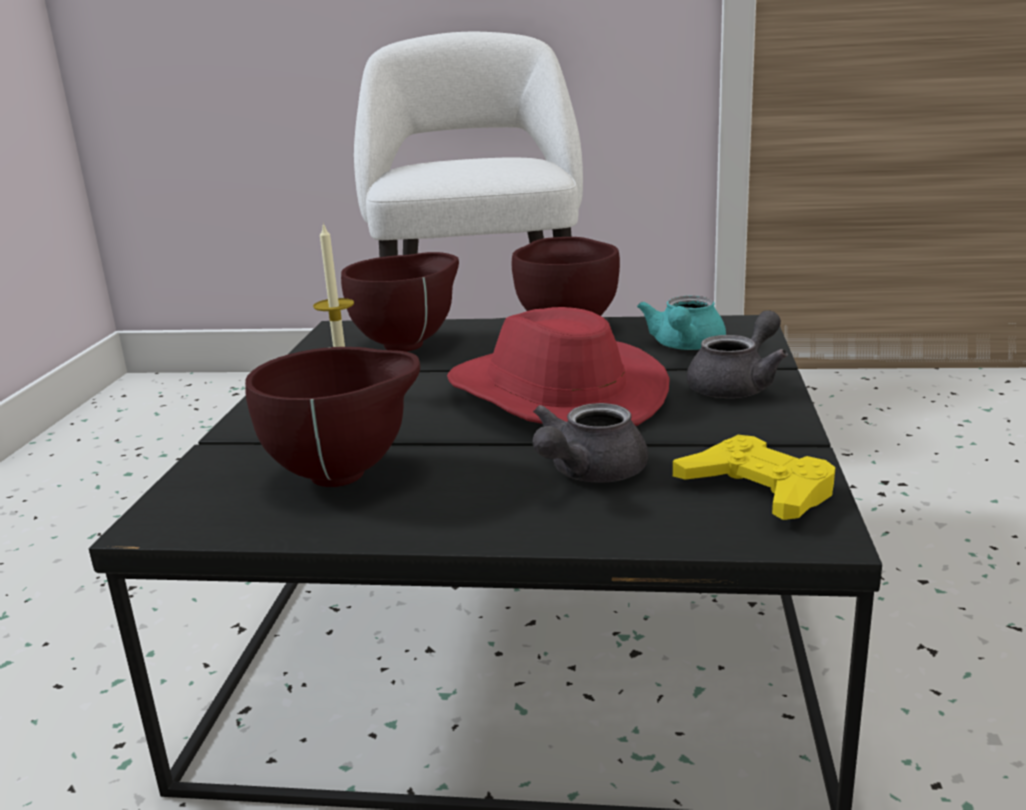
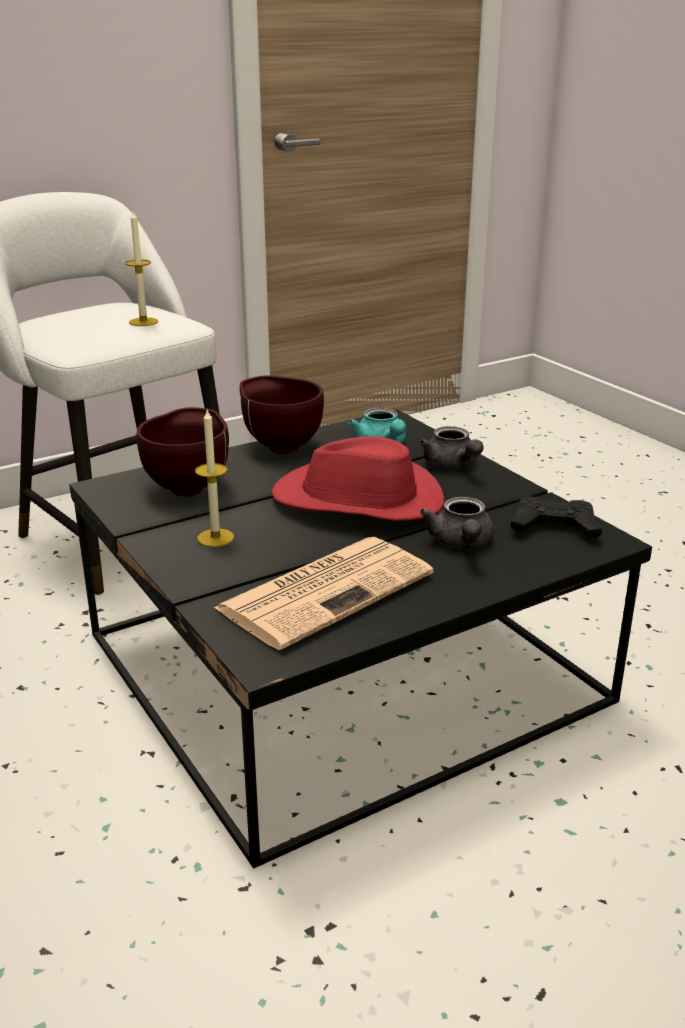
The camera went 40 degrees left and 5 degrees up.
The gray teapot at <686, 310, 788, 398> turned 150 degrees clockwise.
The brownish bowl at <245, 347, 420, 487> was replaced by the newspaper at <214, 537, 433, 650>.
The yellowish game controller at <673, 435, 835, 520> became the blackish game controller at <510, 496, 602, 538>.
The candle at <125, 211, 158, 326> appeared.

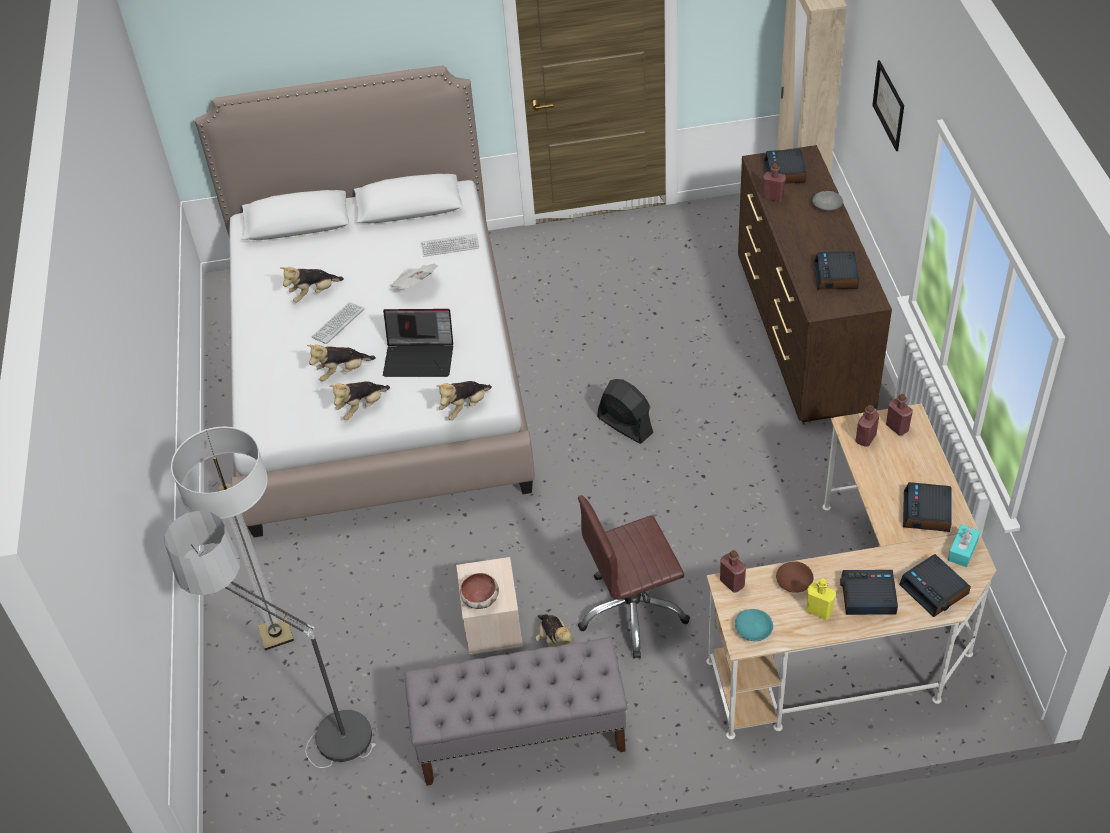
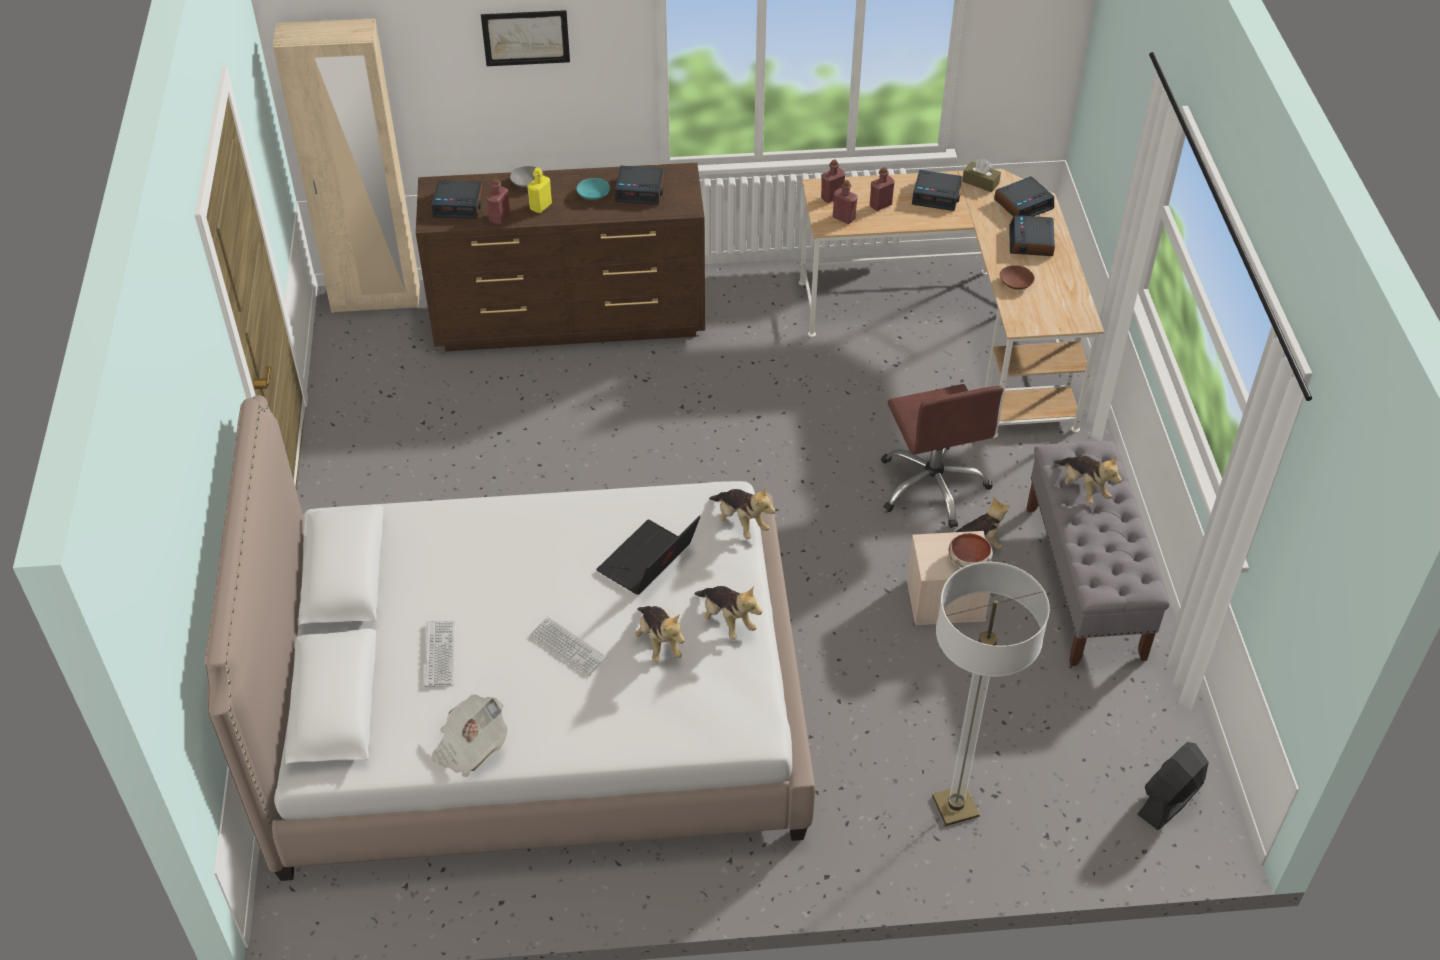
The camera went 90 degrees left and 0 degrees up.
The computer keyboard moved from <421, 233, 479, 257> to <424, 621, 455, 687>.
The newspaper moved from <389, 264, 438, 289> to <432, 694, 507, 777>.
The cuddly toy moved from <281, 267, 344, 303> to <1055, 455, 1122, 504>.
The laptop at <383, 309, 453, 377> turned 150 degrees counterclockwise.
The blackish fan moved from <597, 379, 653, 444> to <1137, 742, 1209, 830>.
The floor lamp at <165, 511, 376, 768> disappeared.
The blue-green tissue holder at <948, 524, 980, 567> became the brownish tissue holder at <962, 159, 1001, 192>.
The red-coloured drink bottle moved from <720, 550, 746, 593> to <870, 167, 895, 211>.
The yellowish drink bottle moved from <806, 578, 836, 620> to <527, 167, 552, 213>.
The blue-green bowl moved from <735, 609, 773, 641> to <576, 178, 610, 200>.

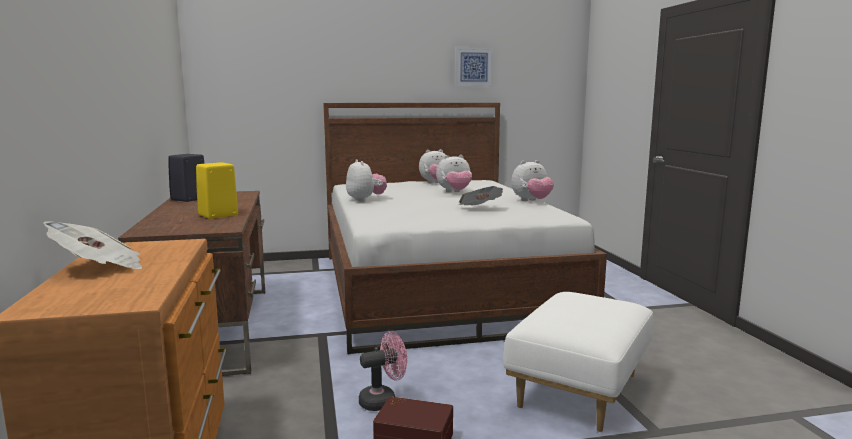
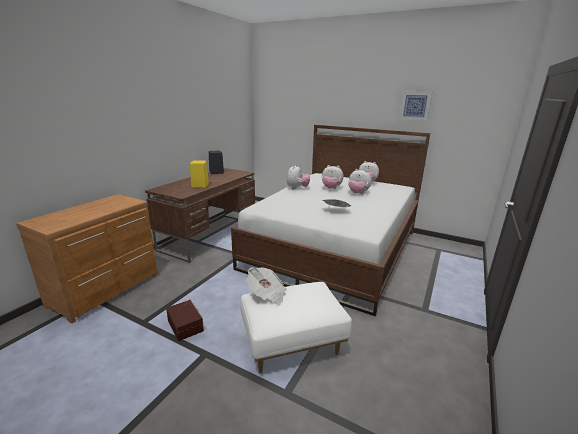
The camera went 40 degrees right and 10 degrees up.
The cuddly toy moved from <511, 160, 554, 201> to <322, 165, 344, 189>.
The newspaper moved from <43, 221, 142, 269> to <246, 267, 287, 305>.
The pink-coloured fan at <359, 331, 407, 411> disappeared.

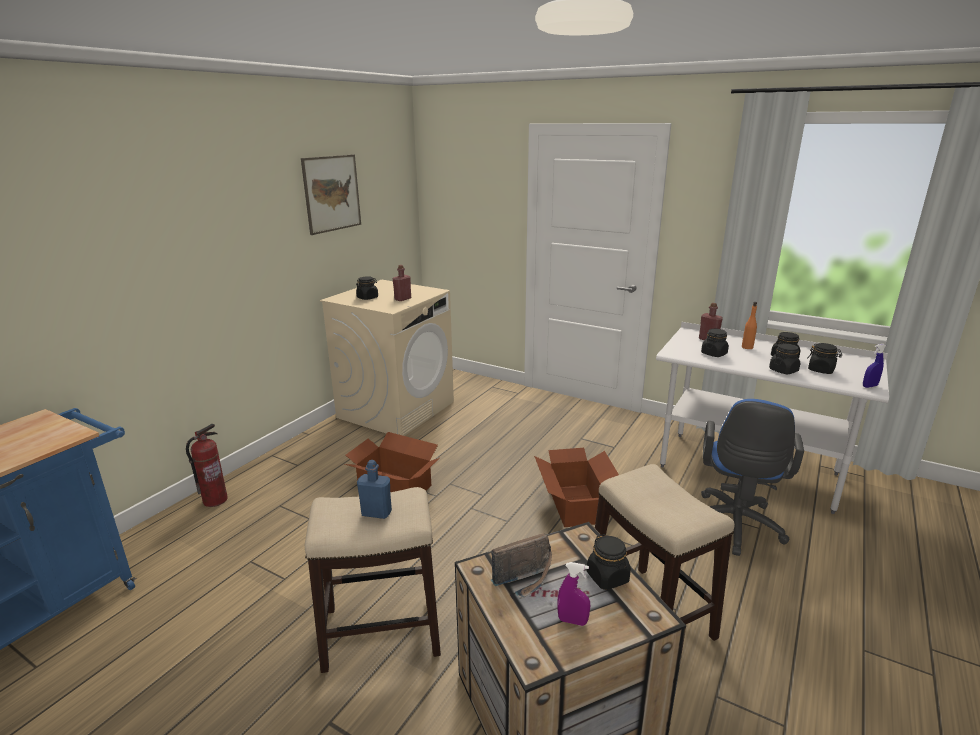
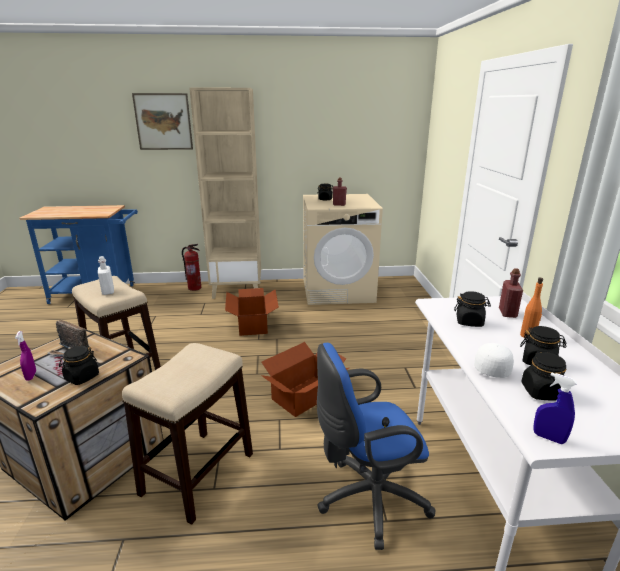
The camera went 55 degrees right and 0 degrees up.
The wall art moved from <301, 154, 361, 235> to <132, 93, 193, 150>.
The blackish jar at <769, 344, 800, 374> was replaced by the white peaked cap at <474, 343, 514, 378>.
The blue-coloured drink bottle at <357, 460, 392, 519> became the white drink bottle at <98, 256, 114, 295>.
The beige-coloured shelving unit at <189, 88, 261, 299> appeared.

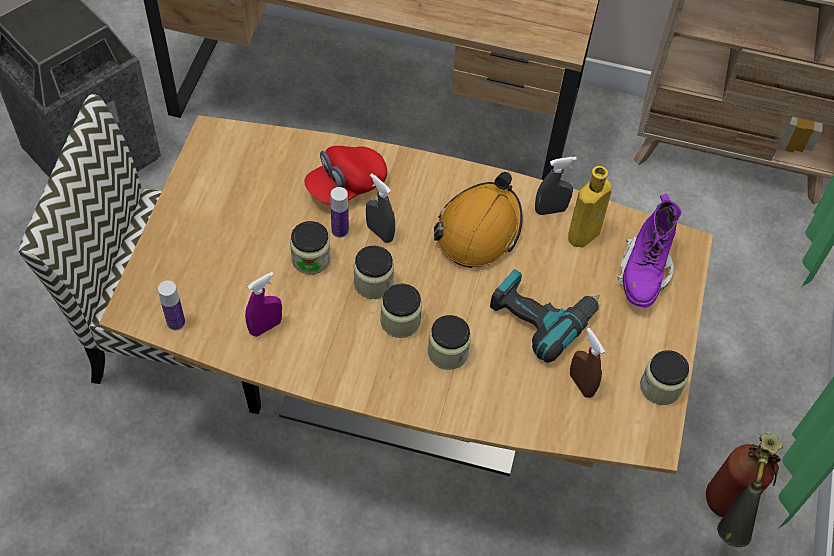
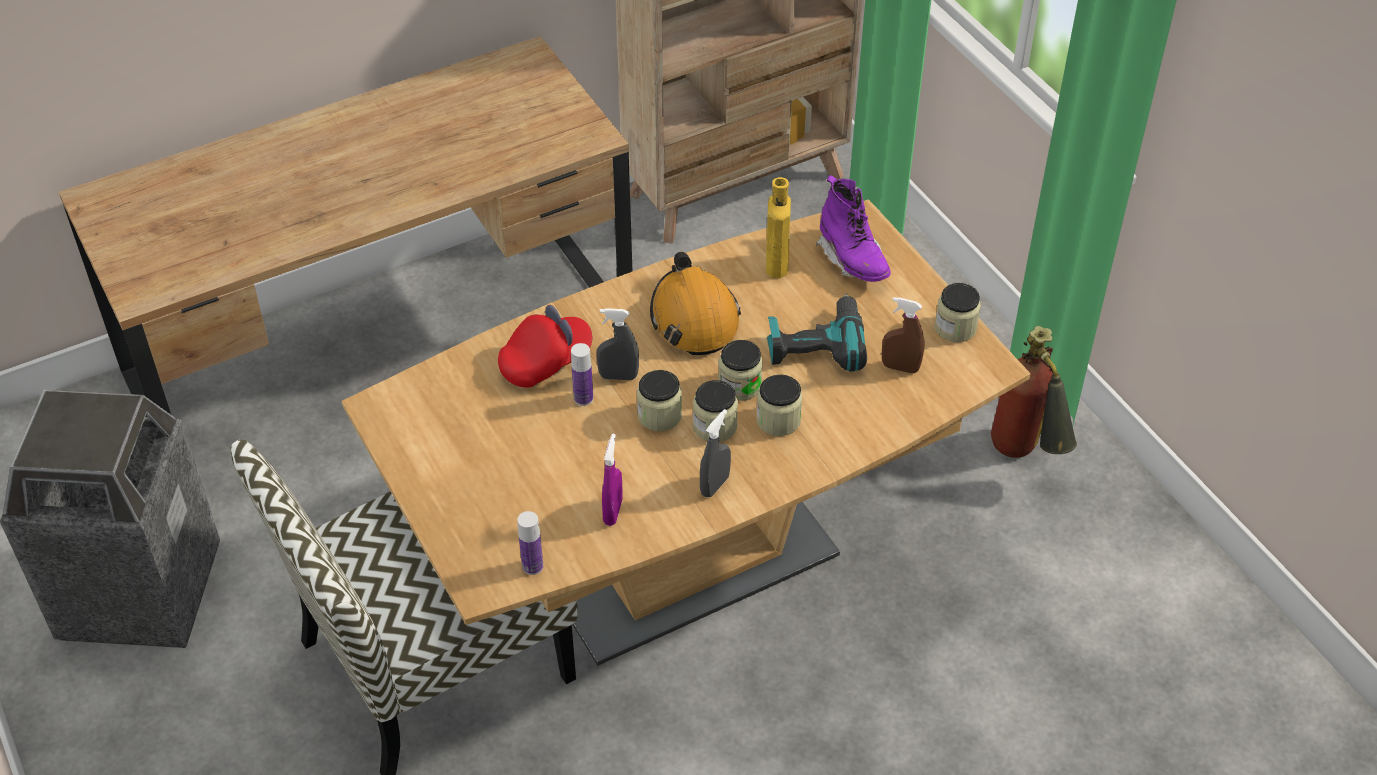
The camera went 40 degrees left and 10 degrees down.
The red-coloured peaked cap at <304, 146, 387, 205> turned 135 degrees counterclockwise.
The gray spray bottle moved from <535, 157, 577, 215> to <700, 409, 731, 497>.
The jar moved from <290, 221, 331, 275> to <719, 340, 763, 401>.

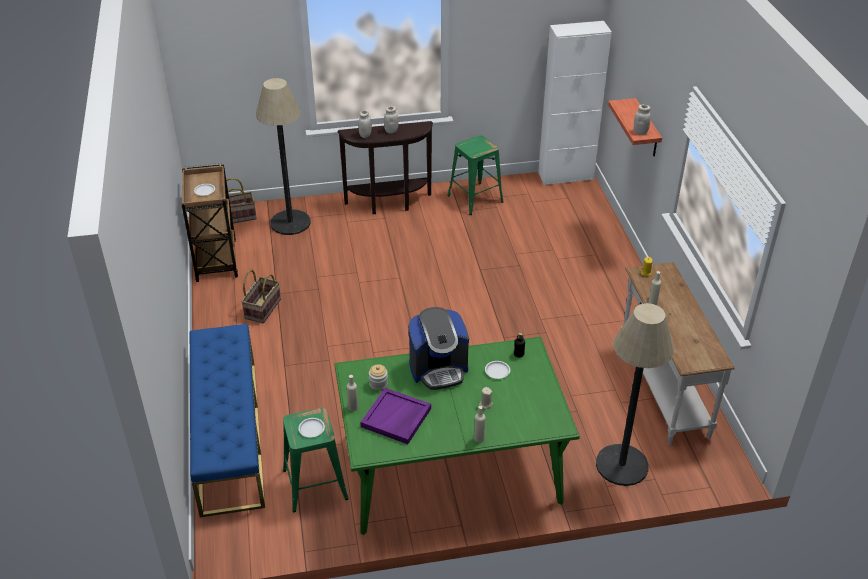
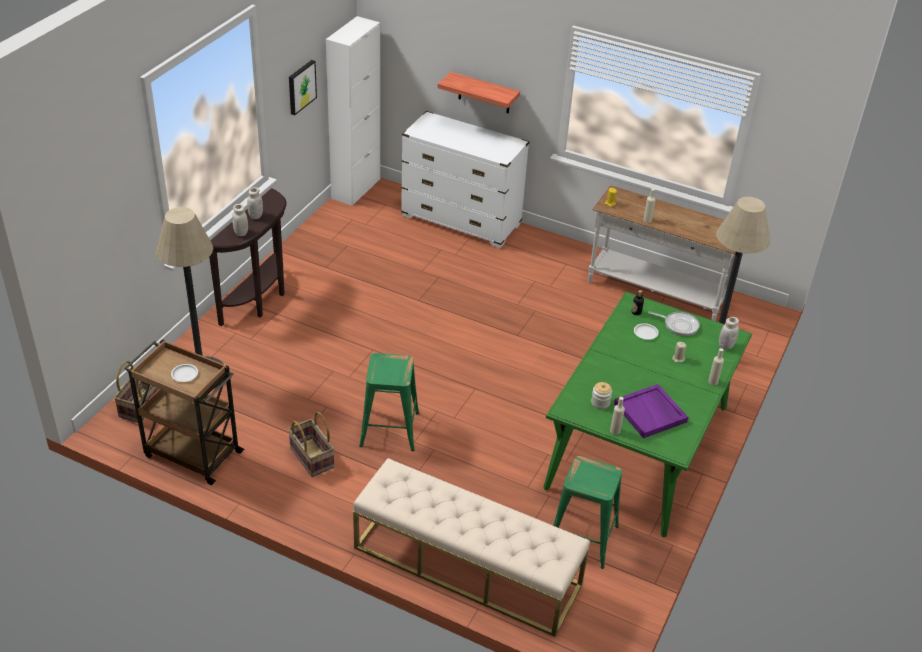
The camera went 55 degrees left and 0 degrees up.
The white jar moved from <634, 105, 650, 135> to <719, 317, 739, 350>.
The greenish stool seat moved from <447, 135, 503, 215> to <359, 353, 419, 451>.
The coffee brewer at <408, 307, 469, 390> disappeared.
The blue-coloured long seat at <190, 324, 265, 517> became the beige-coloured long seat at <353, 458, 590, 637>.
The white flat dish at <298, 418, 325, 437> disappeared.
The wall art at <289, 60, 317, 115> appeared.
The white chest of drawers at <401, 111, 530, 248> appeared.
The skillet at <648, 311, 700, 336> appeared.

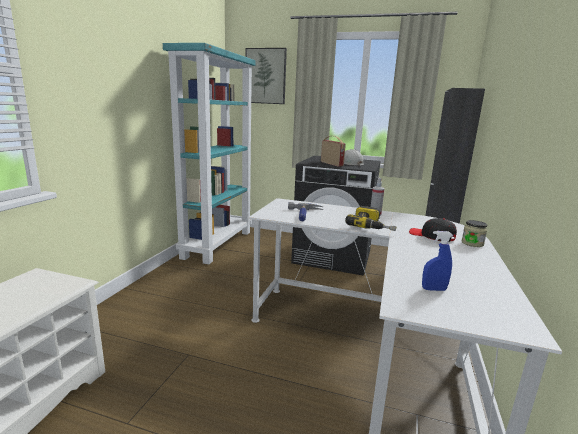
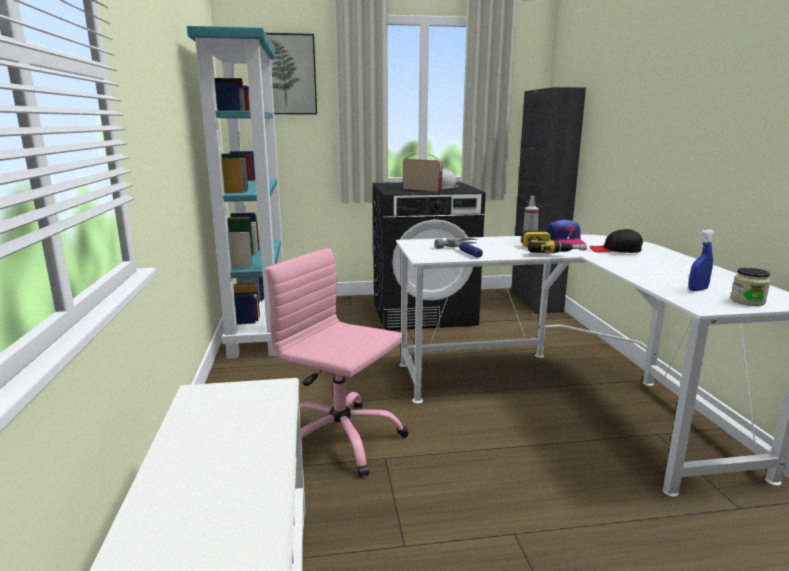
The camera went 25 degrees left and 0 degrees up.
The jar moved from <461, 220, 487, 247> to <731, 268, 771, 306>.
The peaked cap at <547, 219, 586, 245> appeared.
The pink-coloured computer chair at <265, 248, 409, 477> appeared.

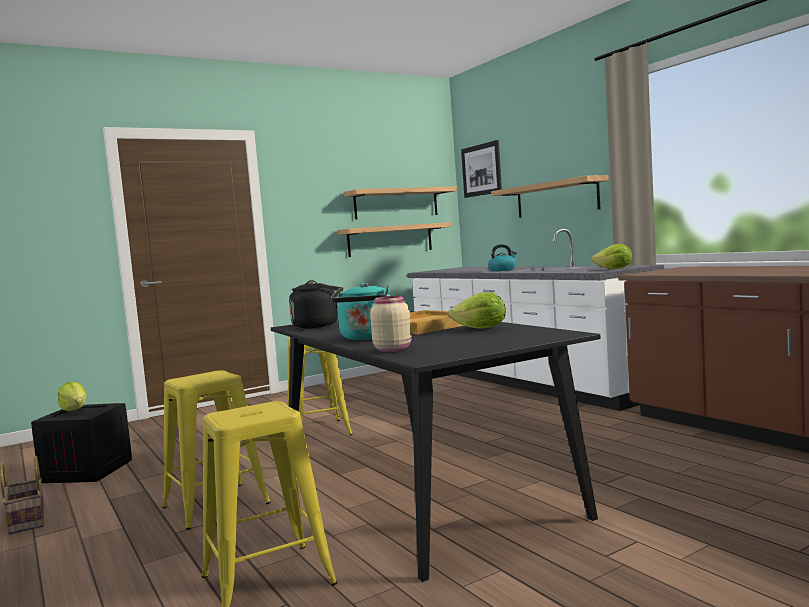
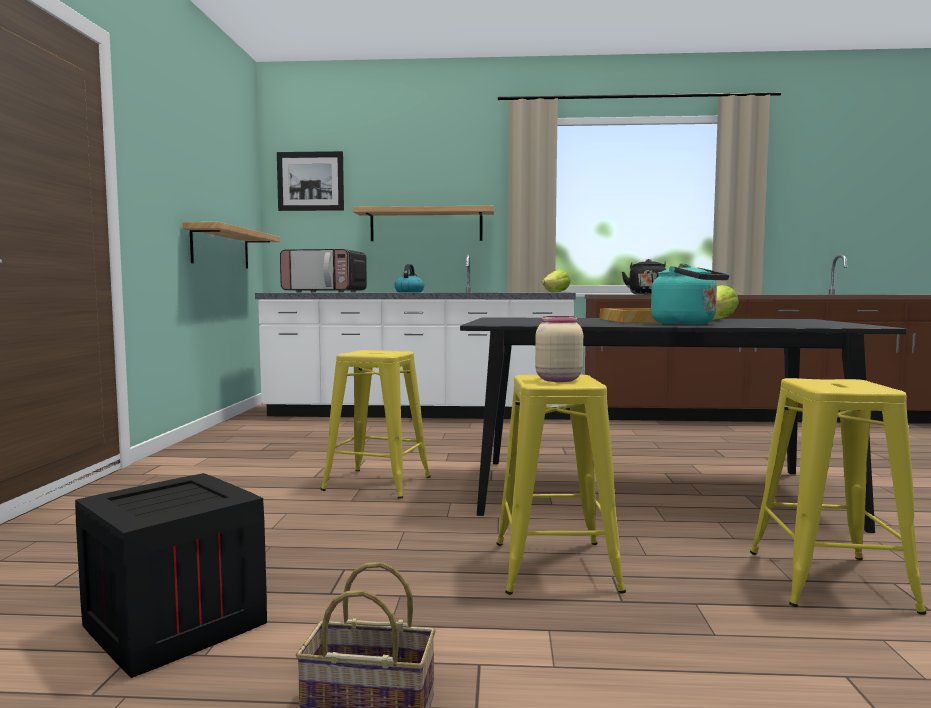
The camera went 55 degrees left and 0 degrees up.
The shelf at <344, 186, 457, 219> disappeared.
The blackish tea kettle moved from <289, 280, 343, 329> to <622, 259, 666, 295>.
The beige-coloured jar moved from <370, 296, 411, 352> to <535, 316, 583, 382>.
The head of lettuce at <58, 382, 87, 411> disappeared.
The microwave at <280, 249, 367, 293> appeared.

